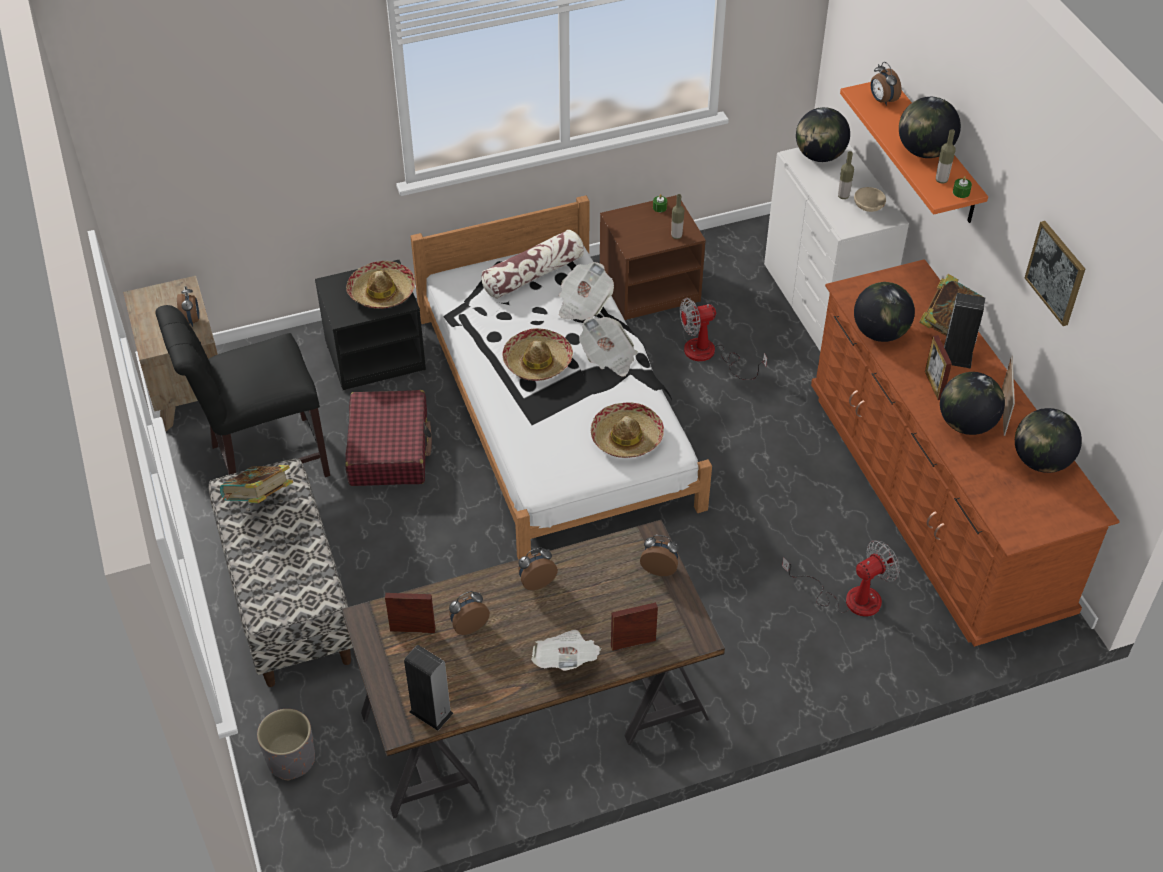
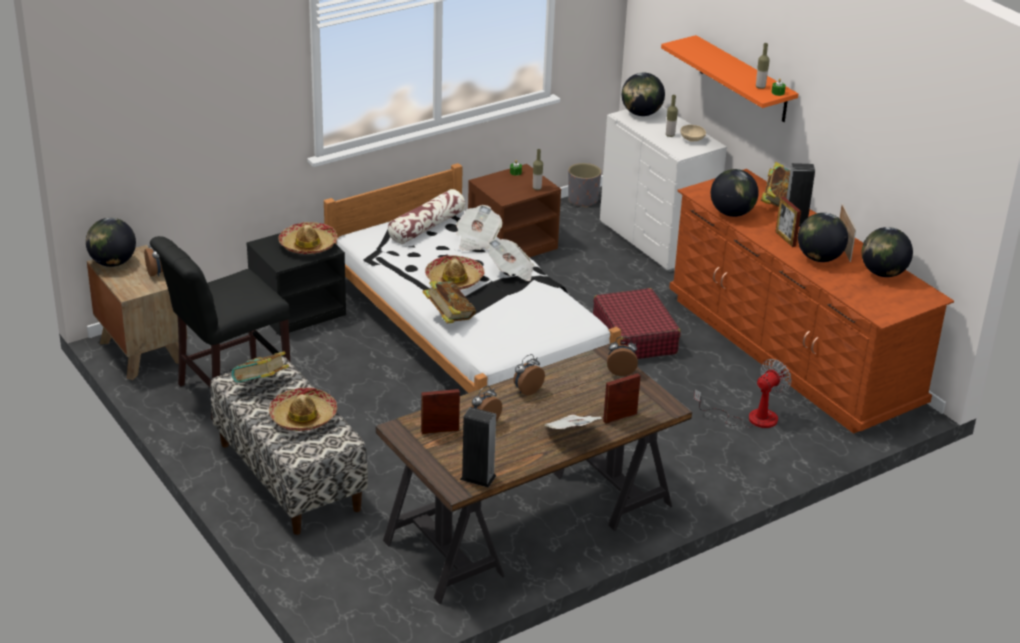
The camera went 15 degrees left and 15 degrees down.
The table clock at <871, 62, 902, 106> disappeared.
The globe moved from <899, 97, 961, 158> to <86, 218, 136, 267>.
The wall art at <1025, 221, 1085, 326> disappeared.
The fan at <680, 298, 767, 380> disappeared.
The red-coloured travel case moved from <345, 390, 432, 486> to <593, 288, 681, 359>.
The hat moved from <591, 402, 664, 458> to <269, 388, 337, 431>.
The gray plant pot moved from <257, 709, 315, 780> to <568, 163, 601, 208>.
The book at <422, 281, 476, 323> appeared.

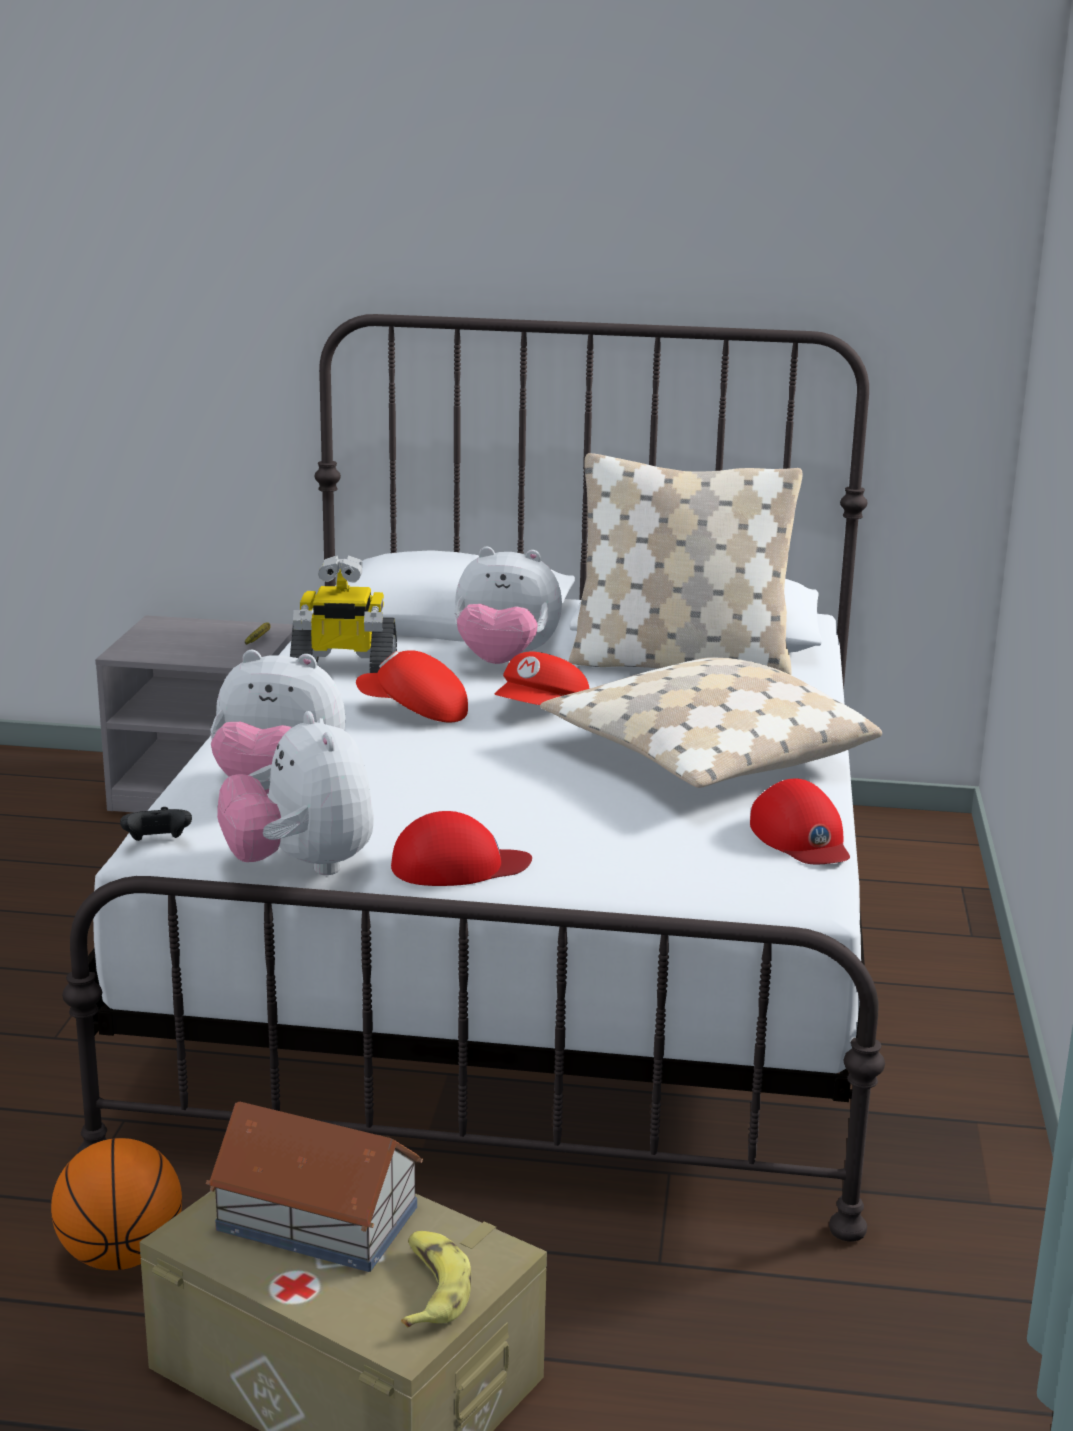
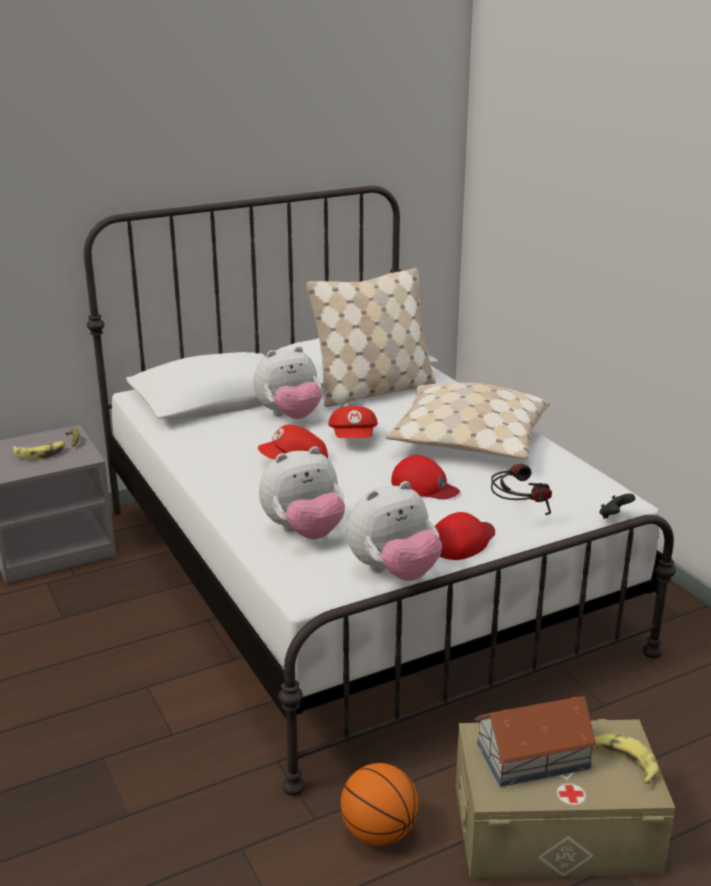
The camera went 35 degrees left and 5 degrees up.
The toy robot at <290, 555, 397, 673> disappeared.
The cuddly toy at <217, 711, 374, 875> turned 60 degrees counterclockwise.
The red-coloured peaked cap moved from <750, 778, 850, 864> to <391, 455, 460, 499>.
The blackish game controller moved from <120, 807, 192, 841> to <599, 494, 635, 519>.
The whole banana at <12, 441, 65, 460> appeared.
The headphones at <491, 464, 552, 515> appeared.

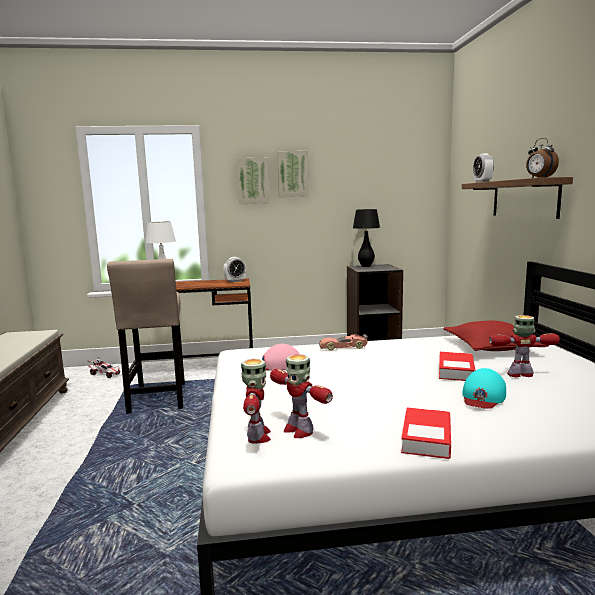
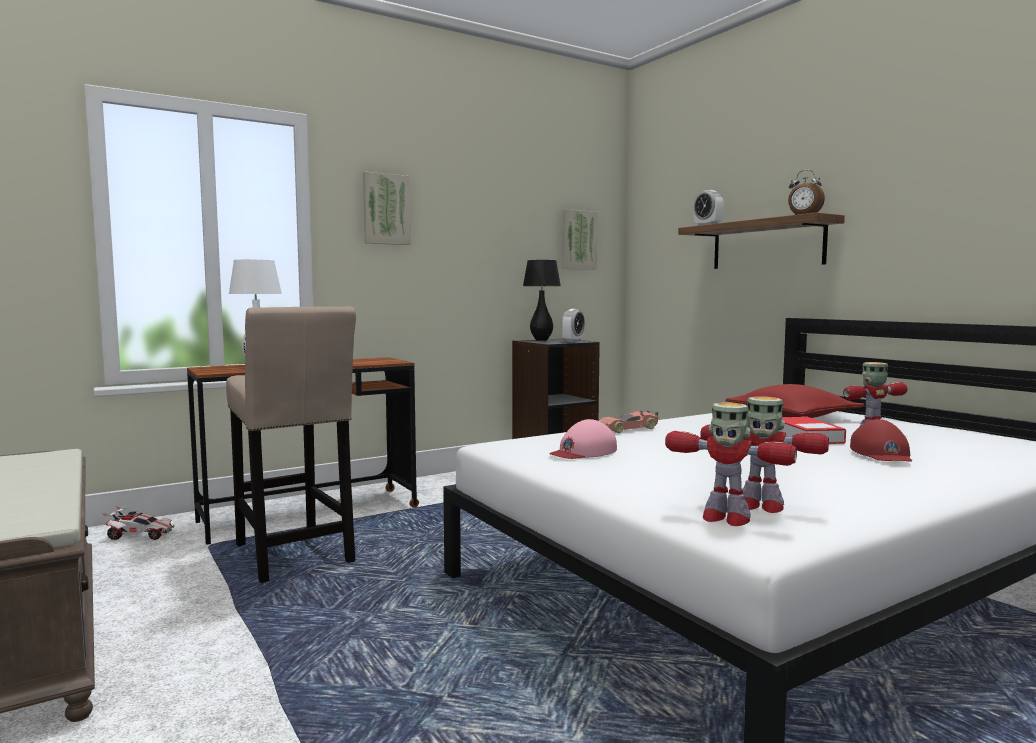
The camera went 25 degrees left and 5 degrees down.
The wall art moved from <277, 151, 309, 197> to <562, 209, 598, 270>.
The table clock moved from <223, 257, 246, 283> to <561, 309, 585, 342>.
The toy robot at <241, 359, 271, 444> turned 150 degrees clockwise.
The blue-green peaked cap at <462, 368, 506, 409> became the red-coloured peaked cap at <850, 419, 912, 462>.
The book at <401, 407, 451, 459> disappeared.

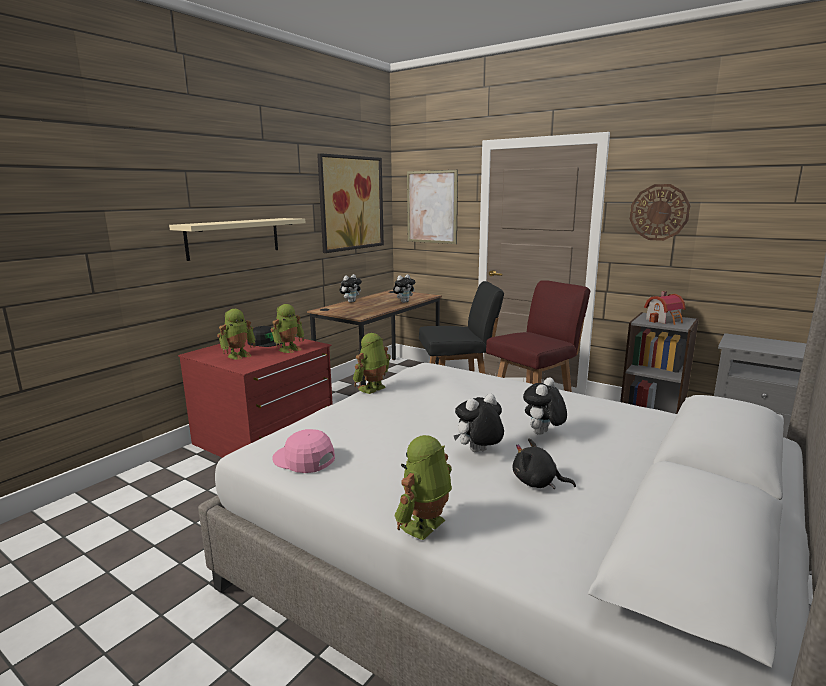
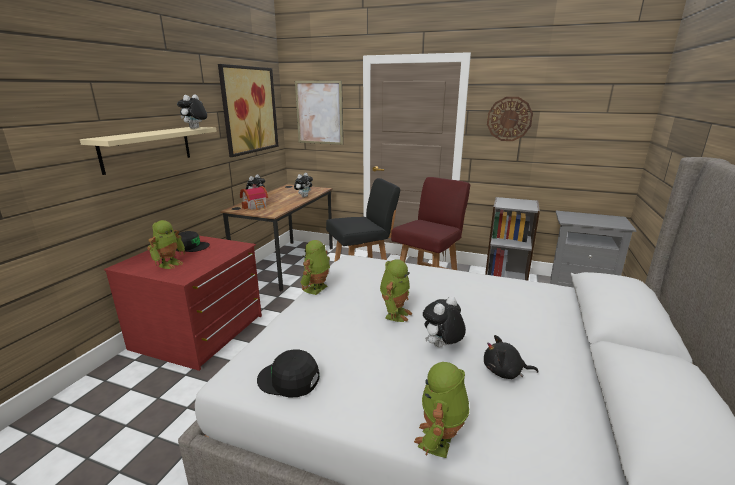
The camera went 15 degrees left and 5 degrees up.
The model house moved from <644, 291, 686, 325> to <240, 184, 268, 210>.
The toy robot moved from <271, 304, 304, 353> to <380, 259, 412, 322>.
The cuddly toy moved from <523, 377, 567, 435> to <177, 94, 207, 129>.
The pink-coloured peaked cap at <272, 429, 335, 473> became the blackish peaked cap at <257, 350, 319, 398>.

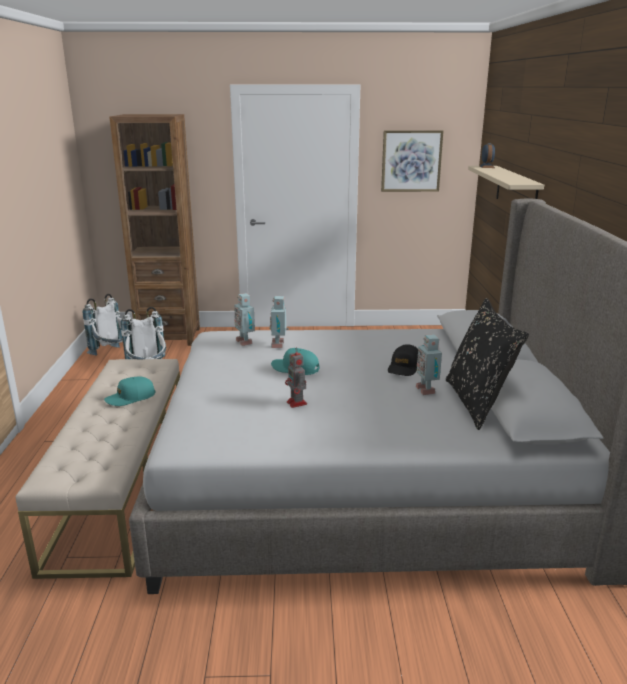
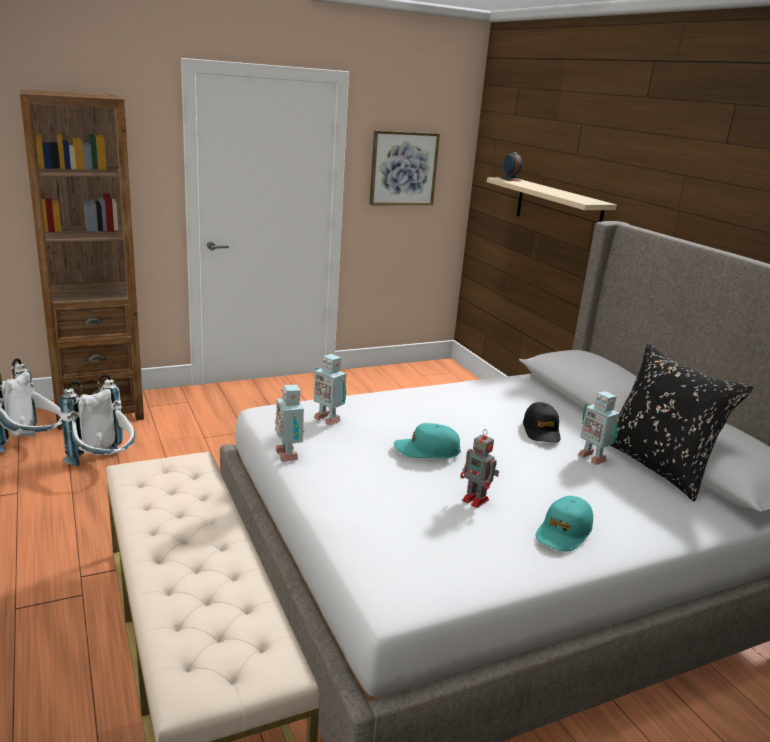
The camera went 25 degrees left and 0 degrees up.
The toy robot moved from <269, 296, 289, 348> to <275, 385, 304, 462>.
The blue-green peaked cap moved from <104, 376, 156, 406> to <536, 496, 593, 551>.

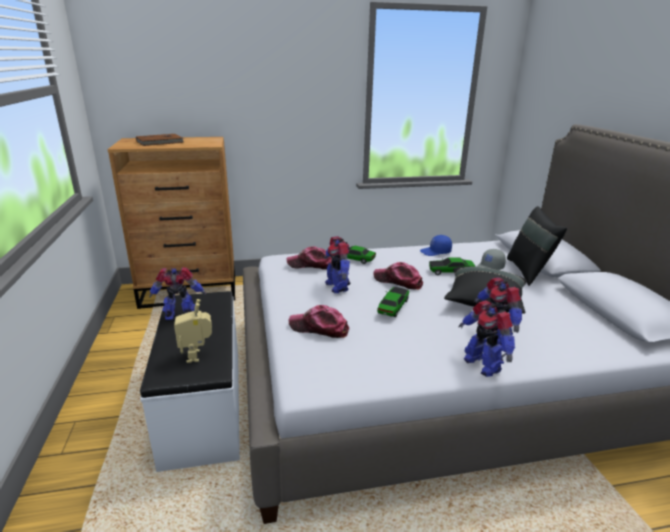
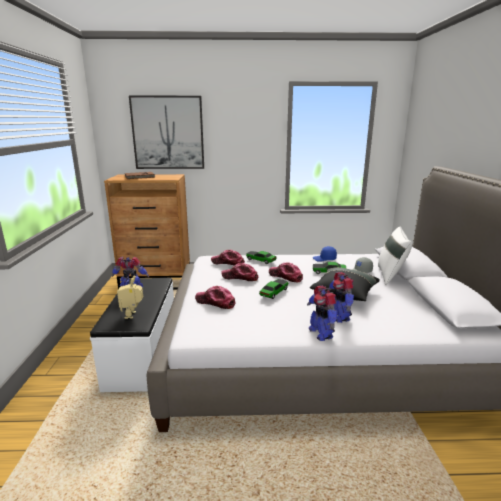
The camera went 10 degrees right and 5 degrees down.
The blackish pillow at <507, 206, 567, 286> became the white pillow at <378, 227, 412, 285>.
The toy robot at <324, 236, 351, 293> was replaced by the peaked cap at <221, 263, 259, 281>.
The wall art at <129, 96, 204, 169> appeared.

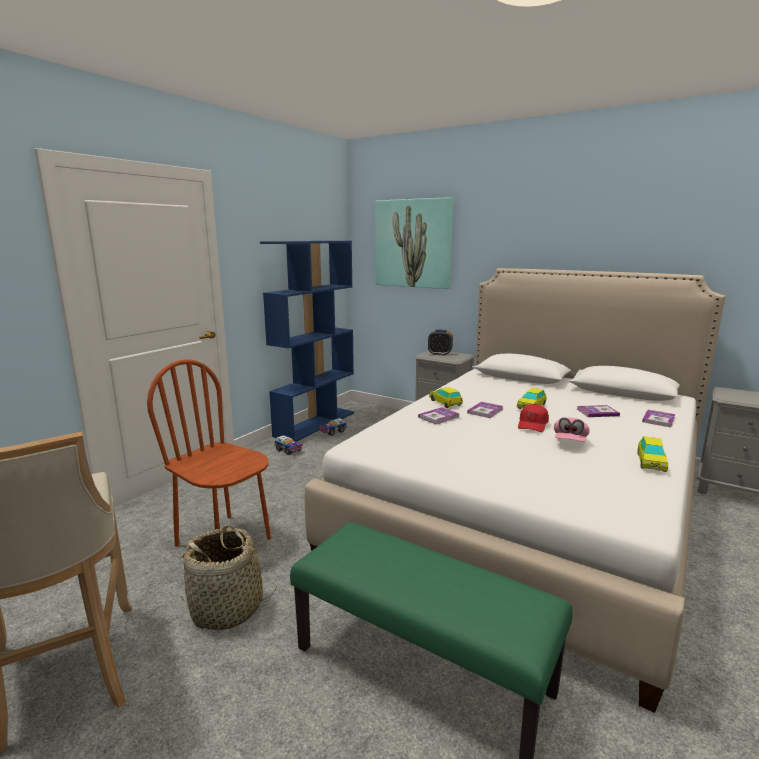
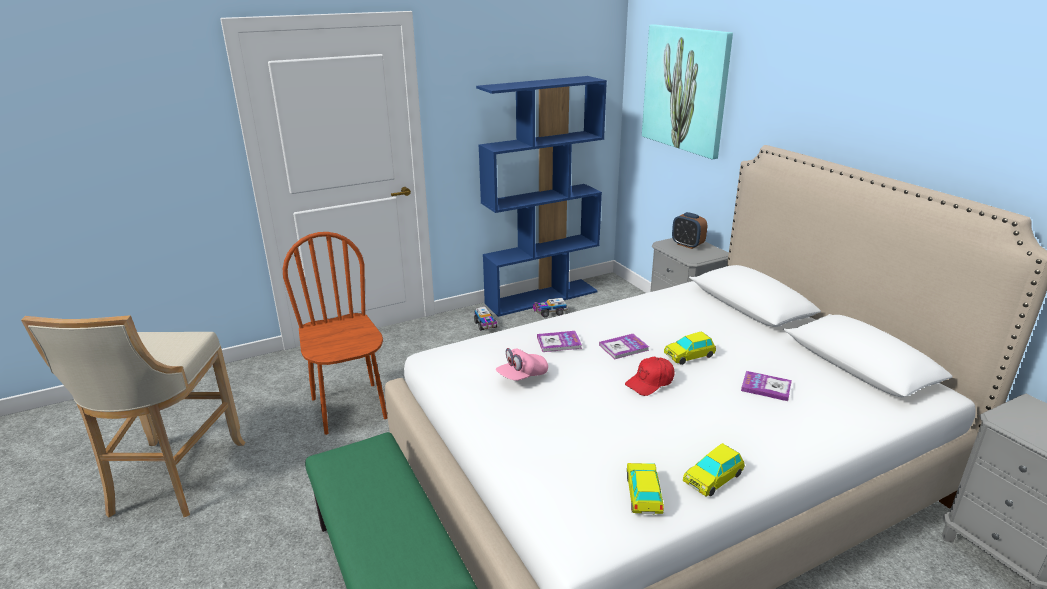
The camera went 30 degrees right and 10 degrees up.
The miniature car moved from <429, 387, 463, 408> to <627, 463, 664, 514>.
The book at <642, 410, 675, 427> disappeared.
The pink-coloured peaked cap moved from <554, 417, 590, 442> to <496, 348, 548, 381>.
The household basket at <178, 525, 277, 630> disappeared.

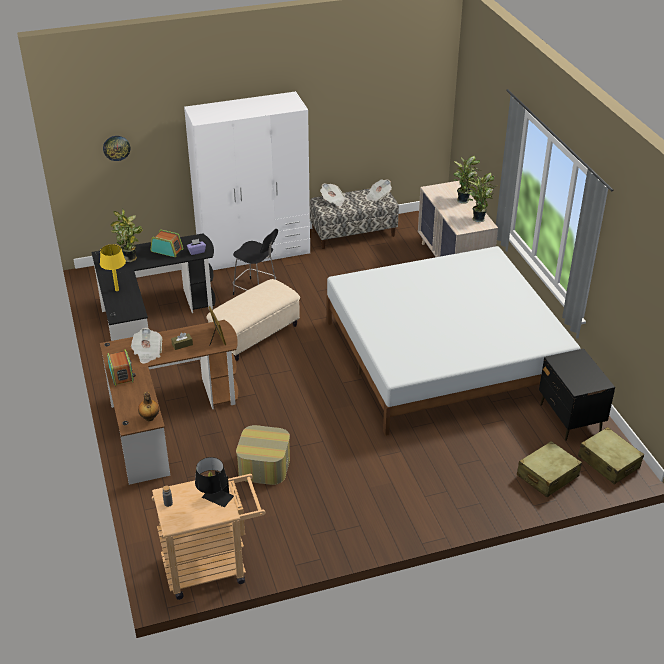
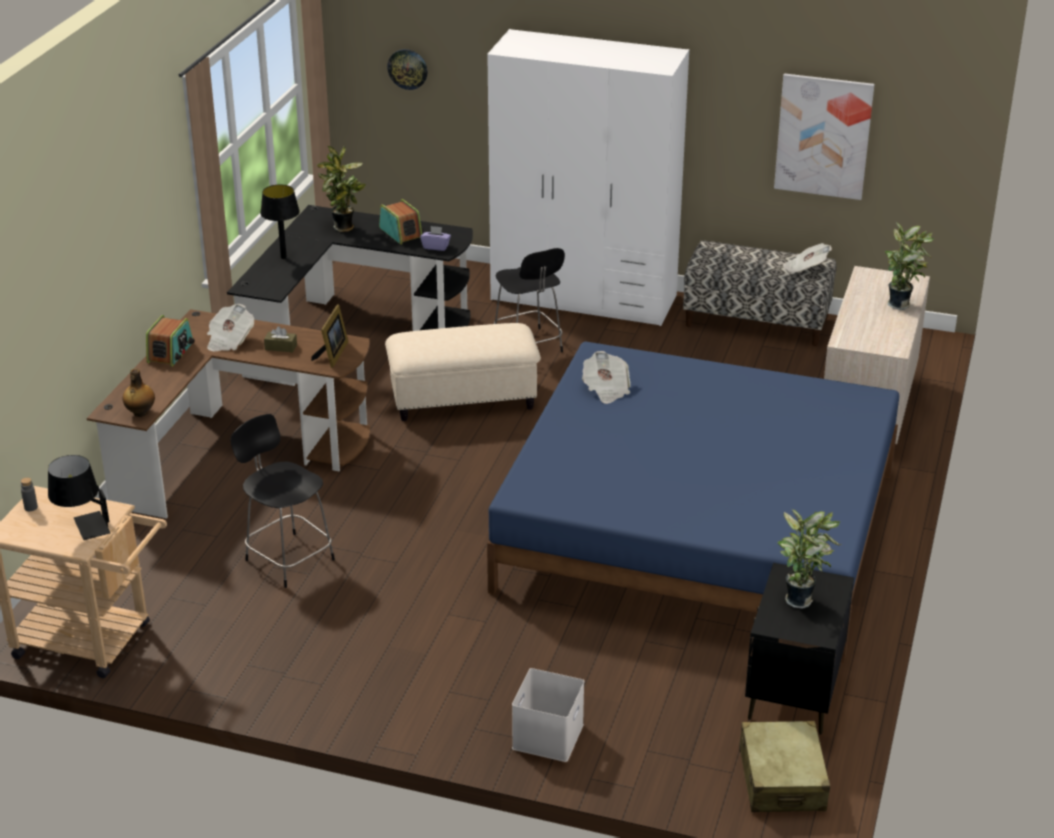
The camera went 35 degrees right and 5 degrees down.
The houseplant moved from <468, 173, 496, 222> to <777, 509, 842, 609>.
The newspaper moved from <320, 183, 346, 207> to <582, 351, 630, 404>.
The yellowish table lamp at <100, 244, 126, 291> became the blackish table lamp at <260, 185, 300, 259>.
The white sleeping bed at <326, 246, 580, 436> became the blue-coloured sleeping bed at <487, 342, 899, 663>.
The pouffe at <236, 425, 290, 485> was replaced by the blackish plain chair at <231, 414, 335, 588>.
The beige-coloured travel case at <517, 441, 582, 497> disappeared.
The wall art at <774, 74, 875, 200> appeared.
The white storage box at <512, 668, 584, 762> appeared.

